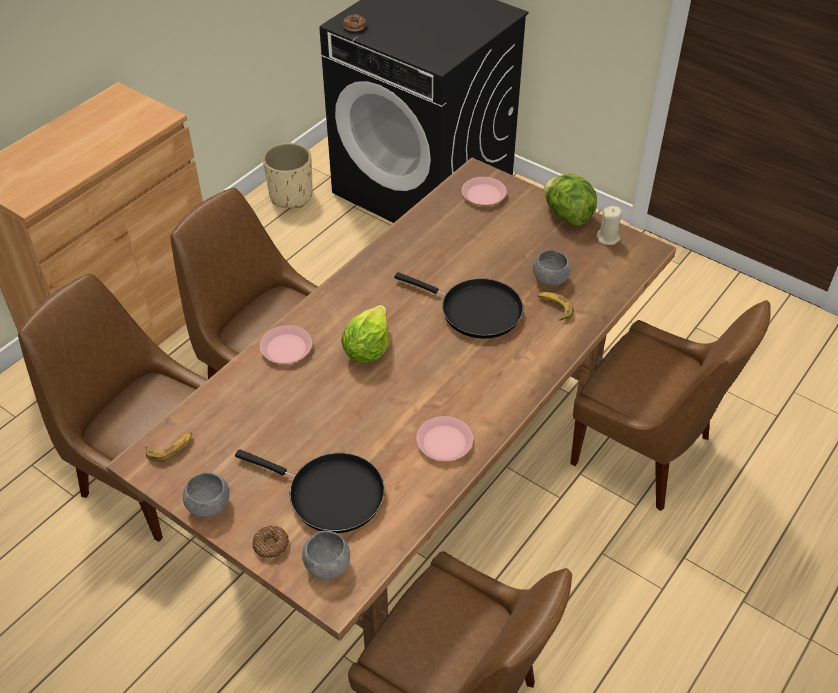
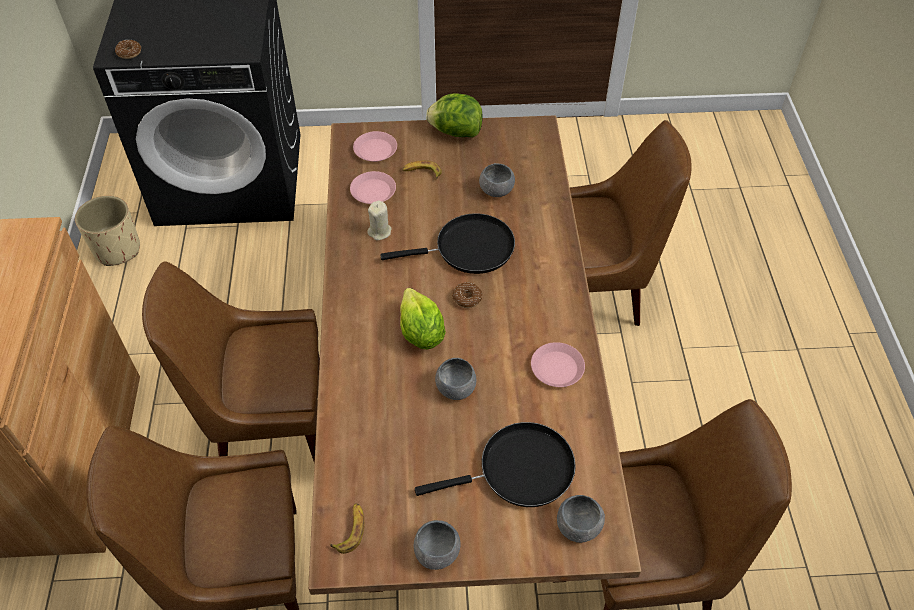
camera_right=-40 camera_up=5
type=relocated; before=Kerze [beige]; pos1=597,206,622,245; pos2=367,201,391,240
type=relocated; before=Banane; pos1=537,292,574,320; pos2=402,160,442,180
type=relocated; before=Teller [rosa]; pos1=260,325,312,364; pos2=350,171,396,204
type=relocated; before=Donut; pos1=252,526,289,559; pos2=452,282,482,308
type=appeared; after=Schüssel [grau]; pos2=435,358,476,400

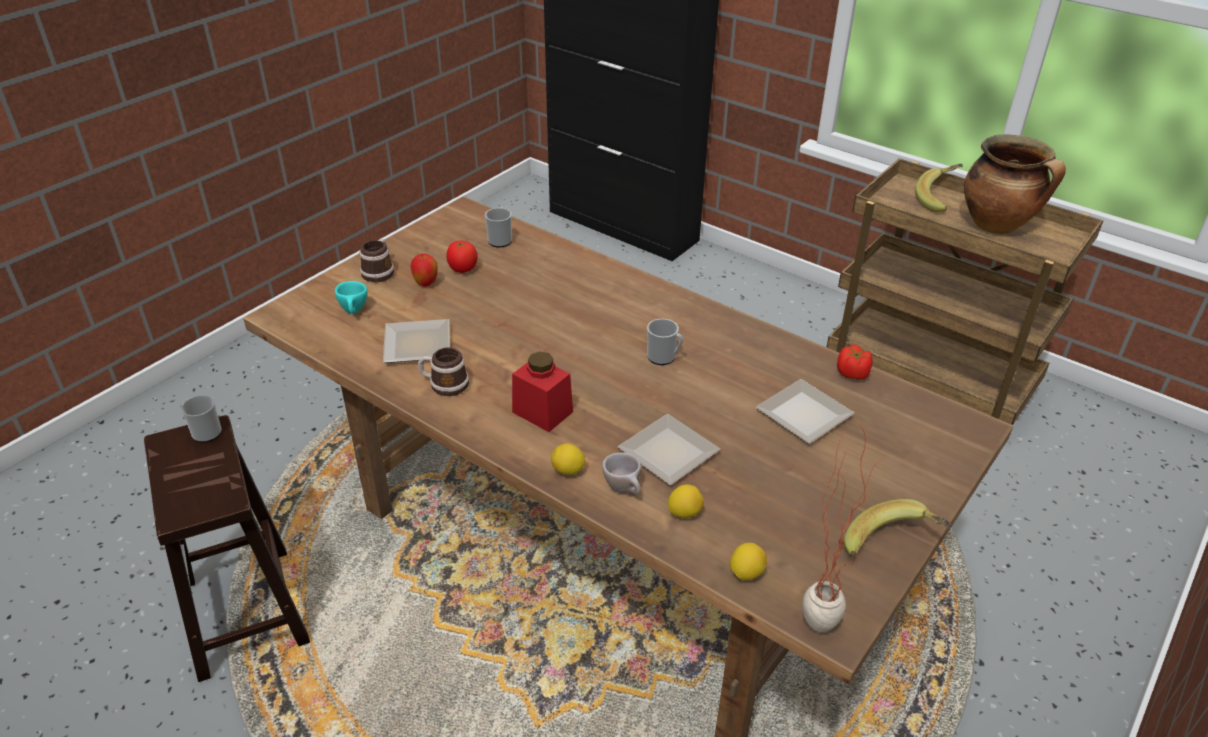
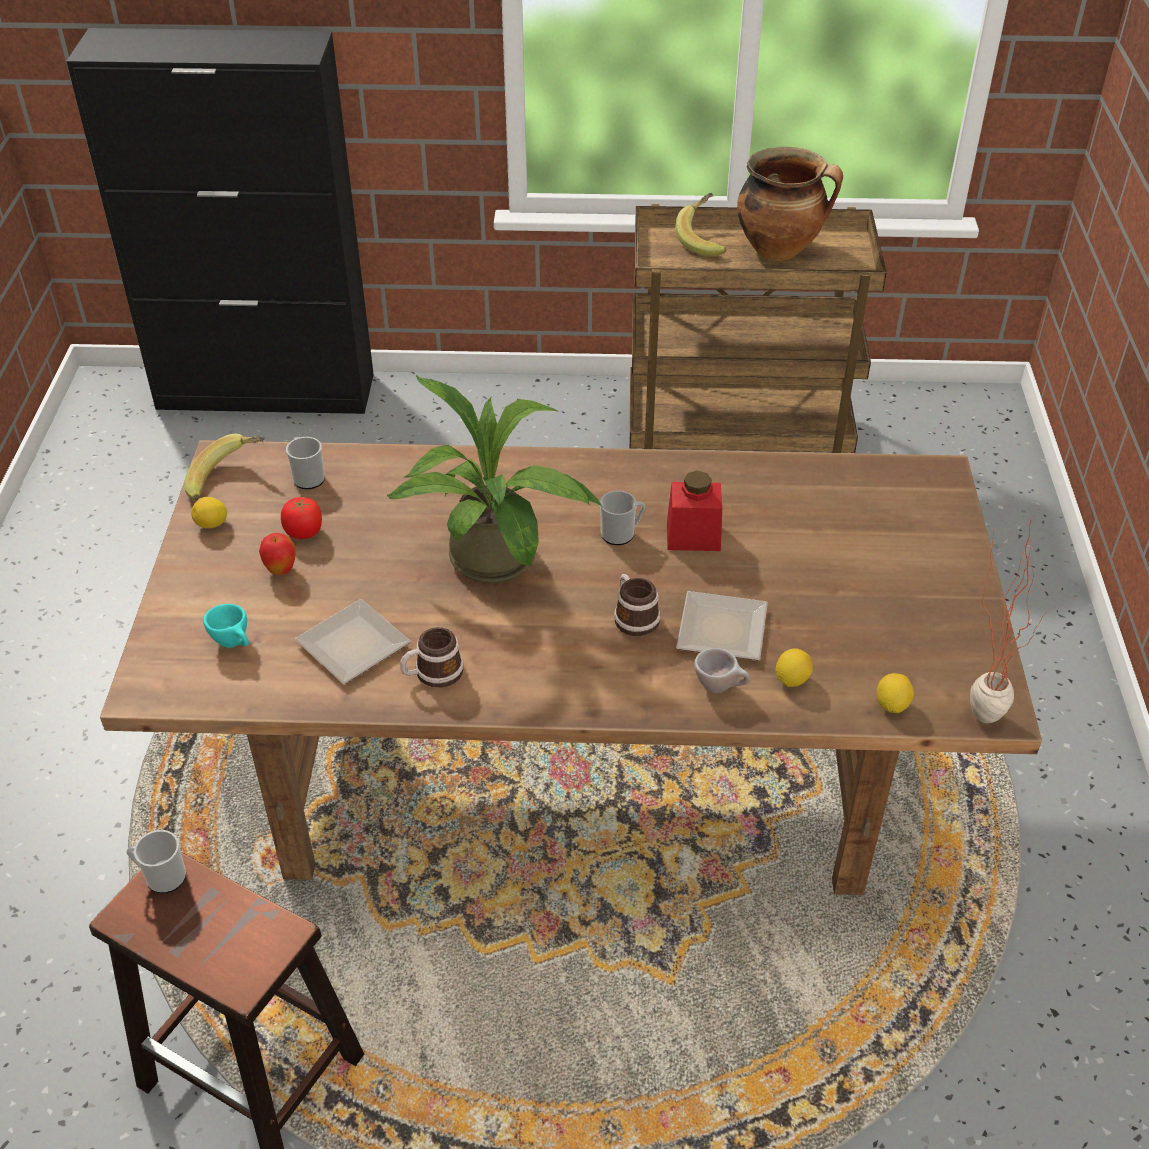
camera_right=-35 camera_up=5
type=relocated; before=Henkelbecher; pos1=360,239,394,282; pos2=614,574,660,636
type=missing; before=Tomate; pos1=837,345,873,380
type=relocated; before=Vorratsglas [rot]; pos1=512,351,573,432; pos2=667,471,722,551
type=missing; before=Teller; pos1=756,379,854,444
type=relocated; before=Zitrone; pos1=551,443,585,475; pos2=191,497,227,528
type=relocated; before=Banane; pos1=844,499,952,557; pos2=184,434,265,501
type=appeared; after=Topfpflanze; pos2=387,375,602,584

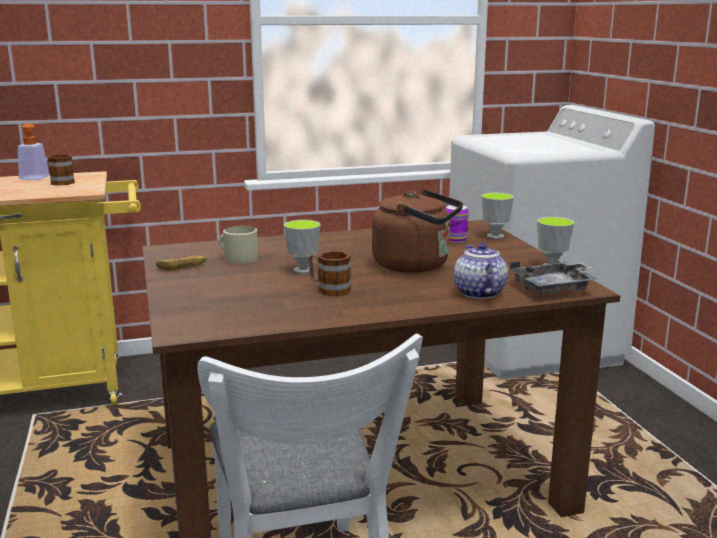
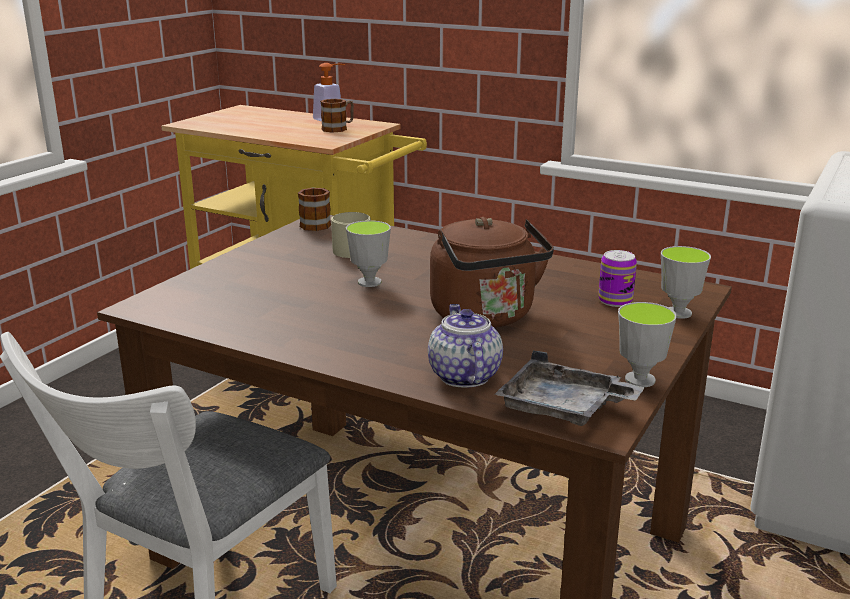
camera_right=45 camera_up=5
type=spun; before=Teekanne; pos1=454,243,508,299; pos2=428,304,503,388; turn=-45
type=relocated; before=Henkelbecher; pos1=309,251,351,296; pos2=298,187,331,231
type=missing; before=Banane; pos1=156,256,206,271

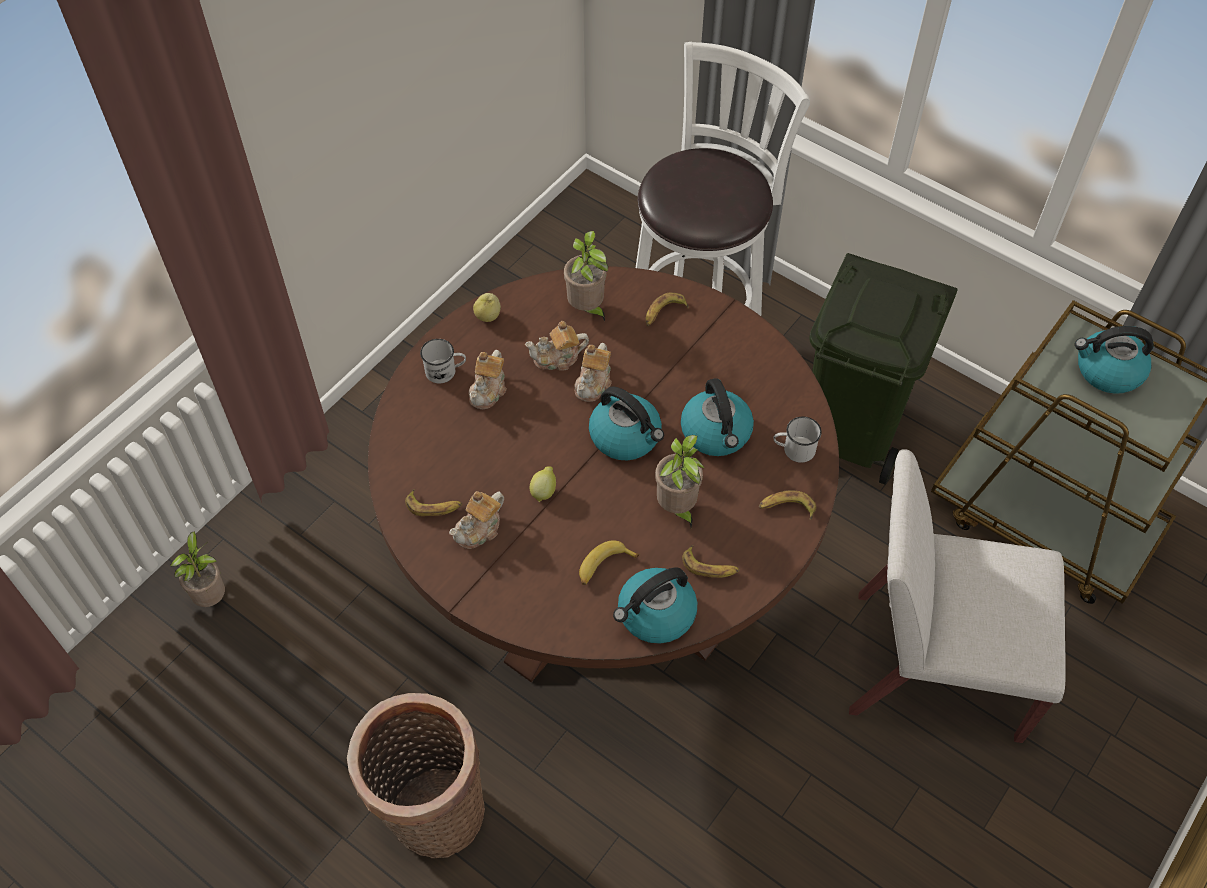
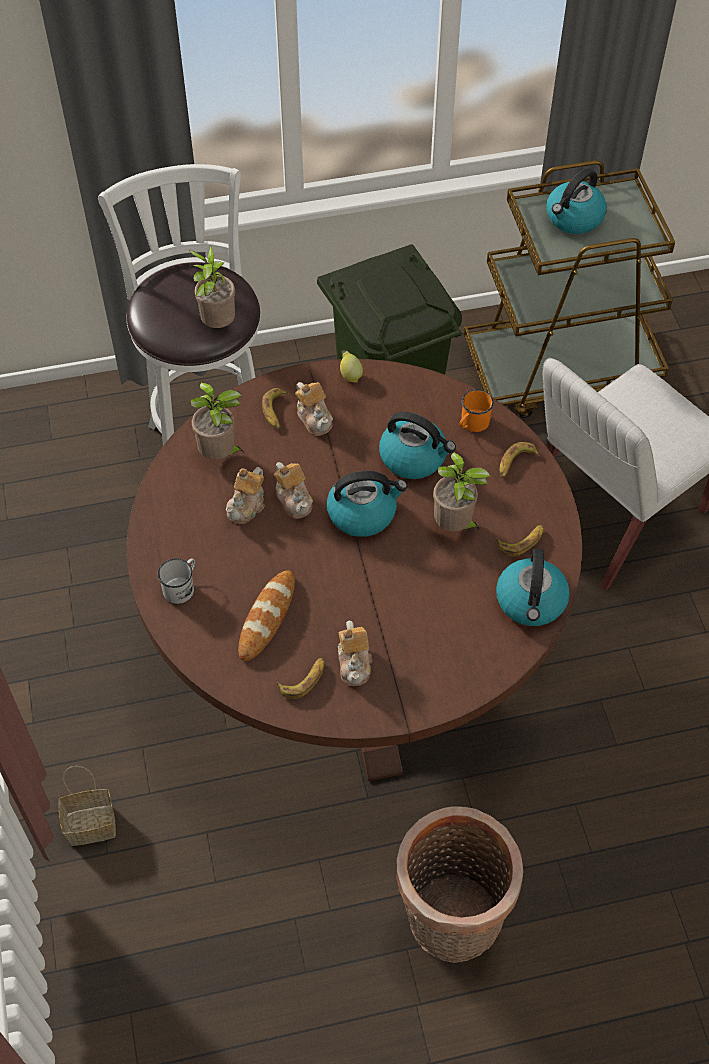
camera_right=-50 camera_up=0
type=missing; before=Apfel; pos1=473,293,501,322
type=relocated; before=Teekanne; pos1=468,350,507,409; pos2=295,382,333,436
type=colour; before=Henkelbecher [weiß]; after=Henkelbecher [orange]; pos1=774,416,822,463; pos2=459,389,494,432
type=relocated; before=Zitrone; pos1=530,466,556,502; pos2=340,351,363,383
type=relocated; before=Topfpflanze; pos1=170,531,225,607; pos2=189,245,235,328
type=missing; before=Banane; pos1=579,540,639,585
type=appeared; after=Brot; pos2=238,570,295,661
type=appeared; after=Korb; pos2=59,766,116,846

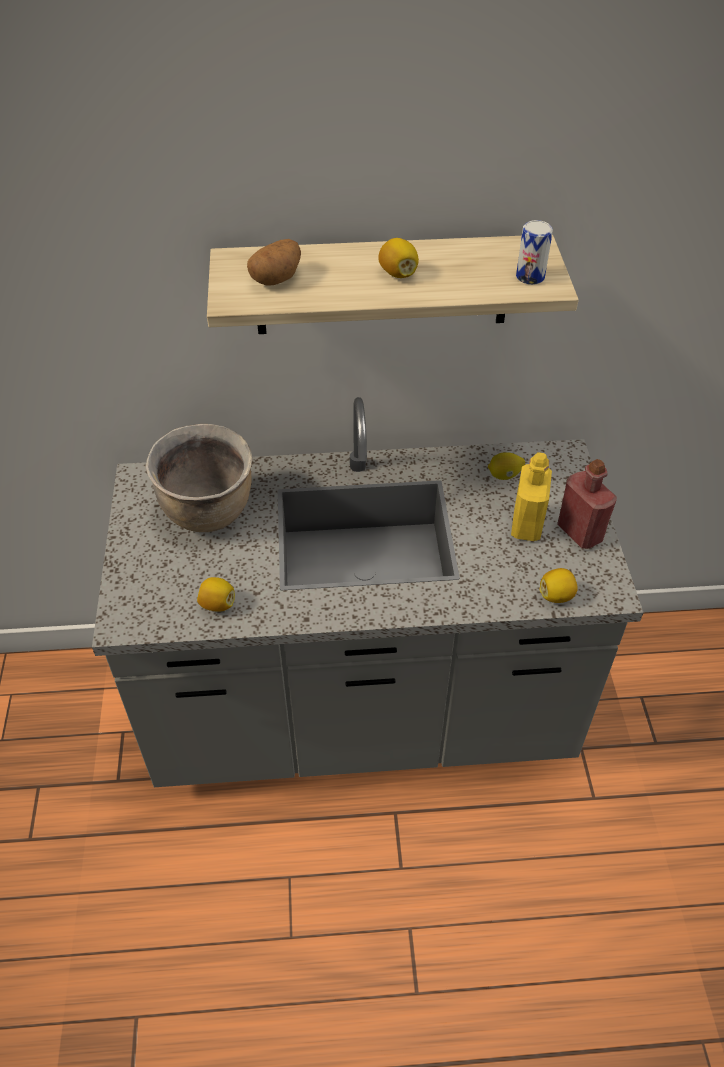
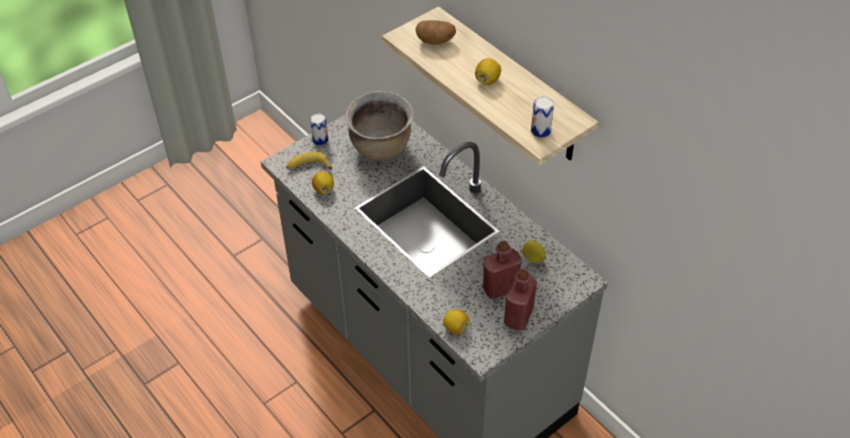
camera_right=55 camera_up=0
type=colour; before=Flasche [gelb]; after=Flasche [rot]; pos1=511,452,552,541; pos2=483,241,522,299
type=appeared; after=Dose; pos2=310,114,328,145
type=appeared; after=Banane; pos2=286,152,332,169

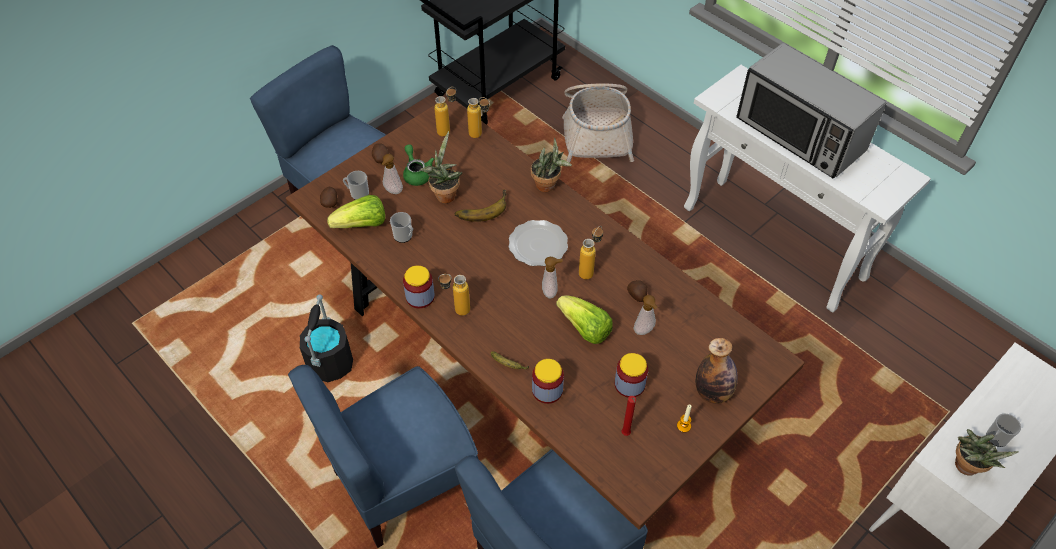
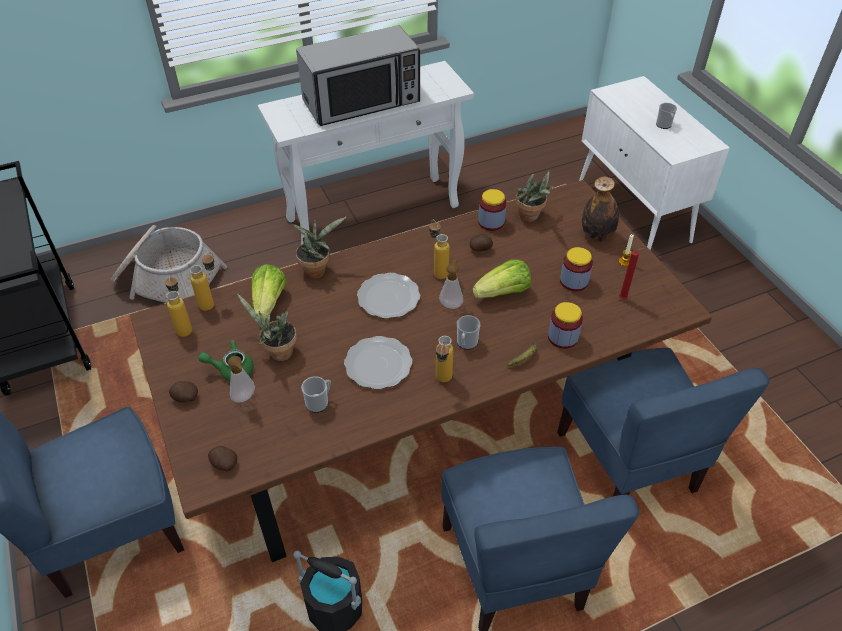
camera_right=-70 camera_up=-5
type=relocated; before=Henkelbecher; pos1=343,171,369,200; pos2=457,315,480,350
type=missing; before=Banane; pos1=455,189,507,222
type=relocated; before=Salatkopf; pos1=327,195,385,228; pos2=252,264,287,321
type=relocated; before=Vorratsglas; pos1=403,265,435,308; pos2=478,189,507,231
type=missing; before=Seifenspender; pos1=633,295,658,335
type=relocated; before=Topfpflanze; pos1=955,429,1019,476; pos2=516,170,554,222
type=appeared; after=Teller; pos2=344,336,413,389

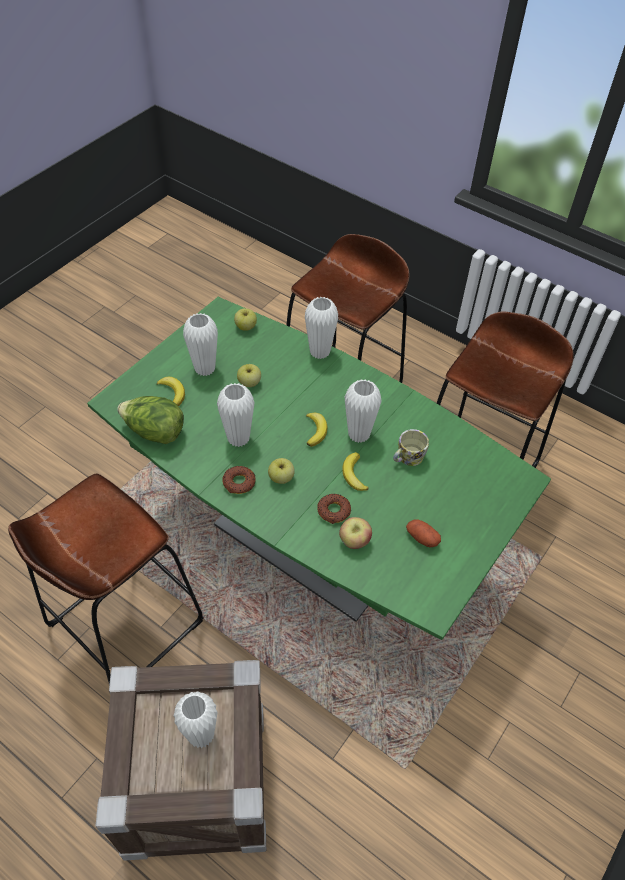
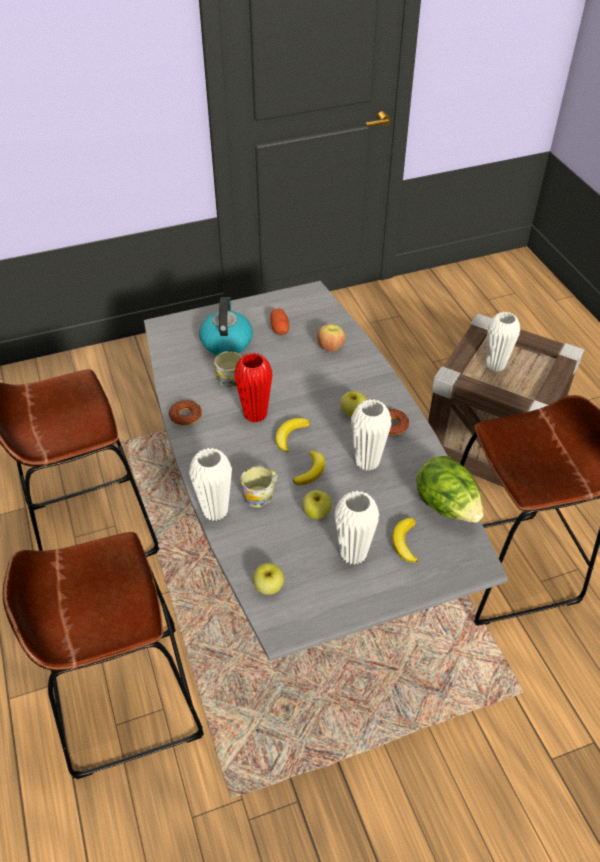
camera_right=-145 camera_up=-5
type=colour; before=Esstisch [grün]; after=Esstisch [grau]; pos1=87,297,551,640; pos2=144,281,508,661
type=colour; before=Vase [weiß]; after=Vase [rot]; pos1=345,379,382,443; pos2=234,353,272,423
type=relocated; before=Banane; pos1=342,452,369,491; pos2=293,451,325,485
type=relocated; before=Donut; pos1=317,494,351,524; pos2=169,400,202,426
type=appeared; after=Wasserkessel; pos2=199,297,253,355
type=appeared; after=Henkelbecher; pos2=241,466,278,508

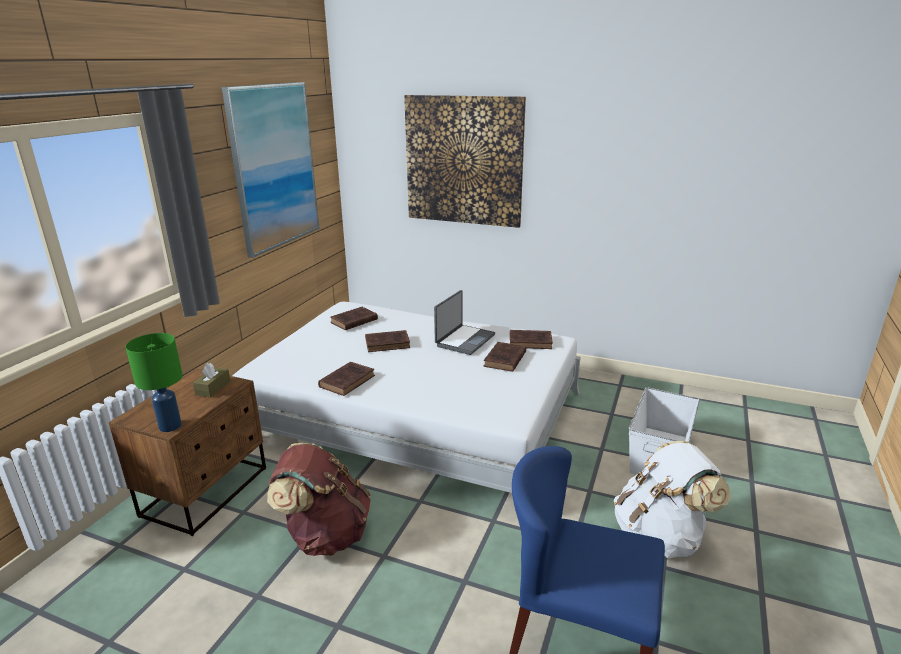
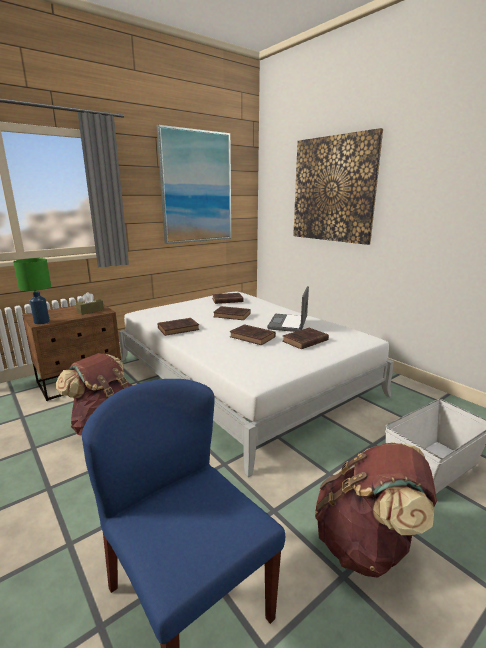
camera_right=30 camera_up=-5
type=spun; before=Laptop; pos1=434,290,495,355; pos2=267,286,309,332; turn=135
type=relocated; before=Buch [braun]; pos1=510,330,553,349; pos2=230,324,276,345
type=colour; before=Rucksack [weiß]; after=Rucksack [braun]; pos1=614,441,731,559; pos2=315,442,437,578

